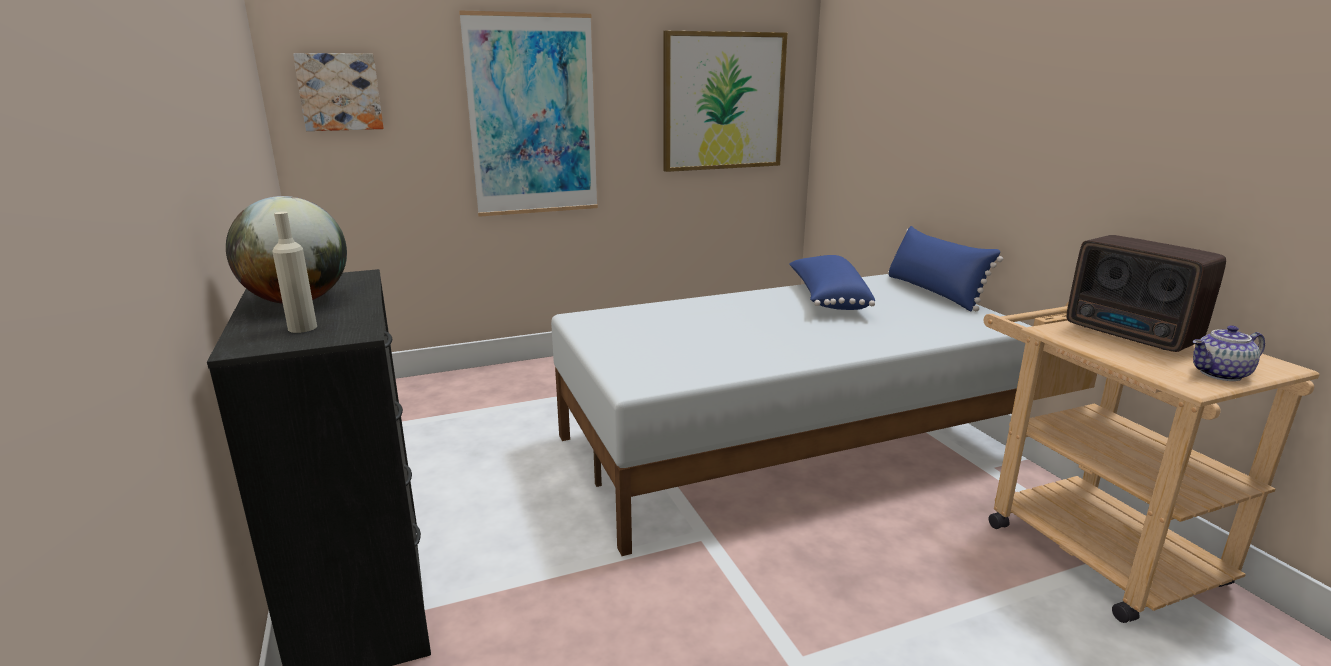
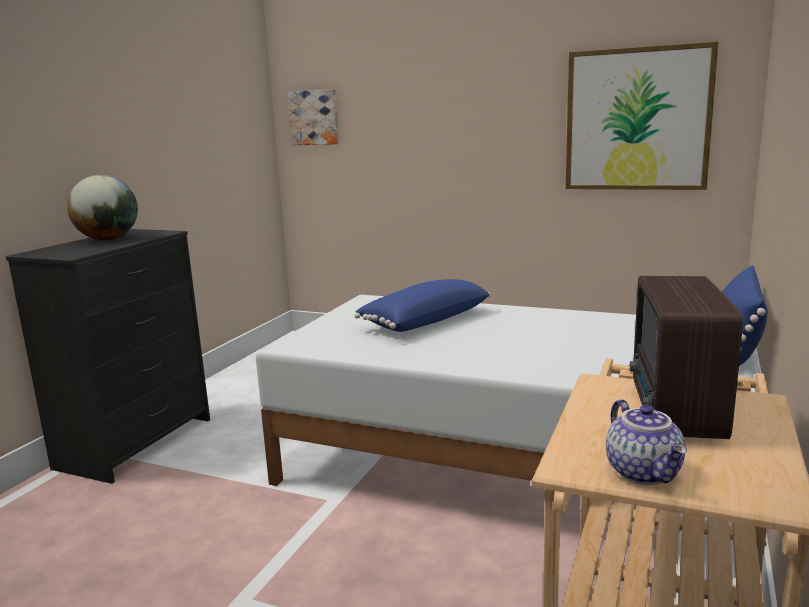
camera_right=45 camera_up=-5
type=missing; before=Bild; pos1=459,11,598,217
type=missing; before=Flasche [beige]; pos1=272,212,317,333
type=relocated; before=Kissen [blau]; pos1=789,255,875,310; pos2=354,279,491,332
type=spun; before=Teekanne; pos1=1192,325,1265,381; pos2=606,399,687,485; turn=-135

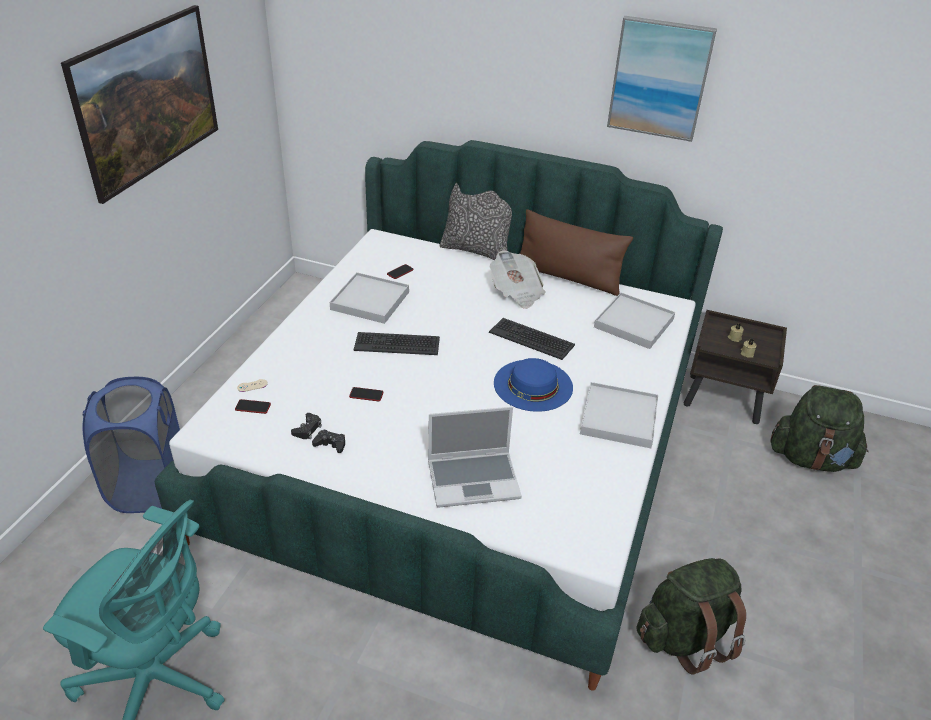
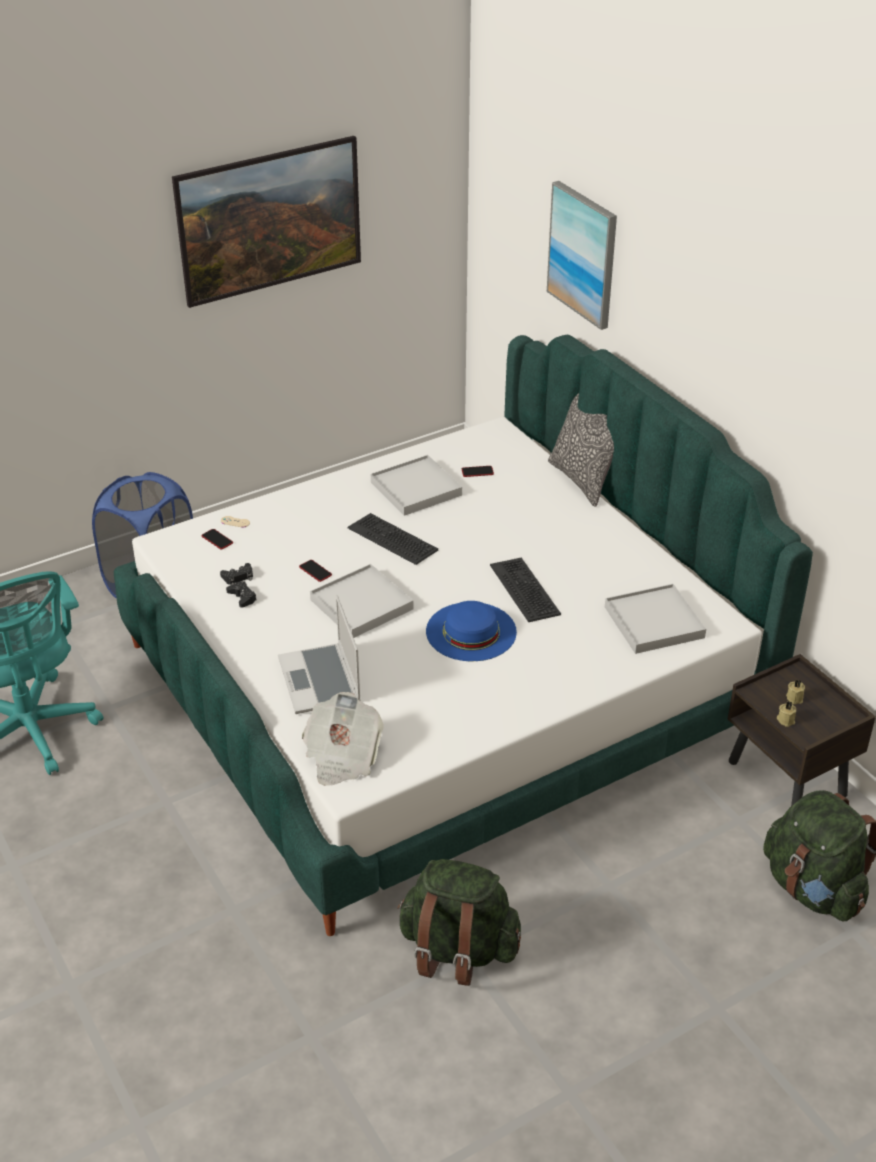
camera_right=40 camera_up=0
type=relocated; before=Bild; pos1=607,16,717,142; pos2=547,181,617,330
type=missing; before=Kissen [braun]; pos1=520,209,633,296
type=relocated; before=Zeitung; pos1=490,250,546,309; pos2=302,692,384,786
type=relocated; before=Tablett [weiß]; pos1=580,382,658,448; pos2=310,564,414,638
type=spun; before=Laptop; pos1=428,407,522,508; pos2=278,595,361,714; turn=45

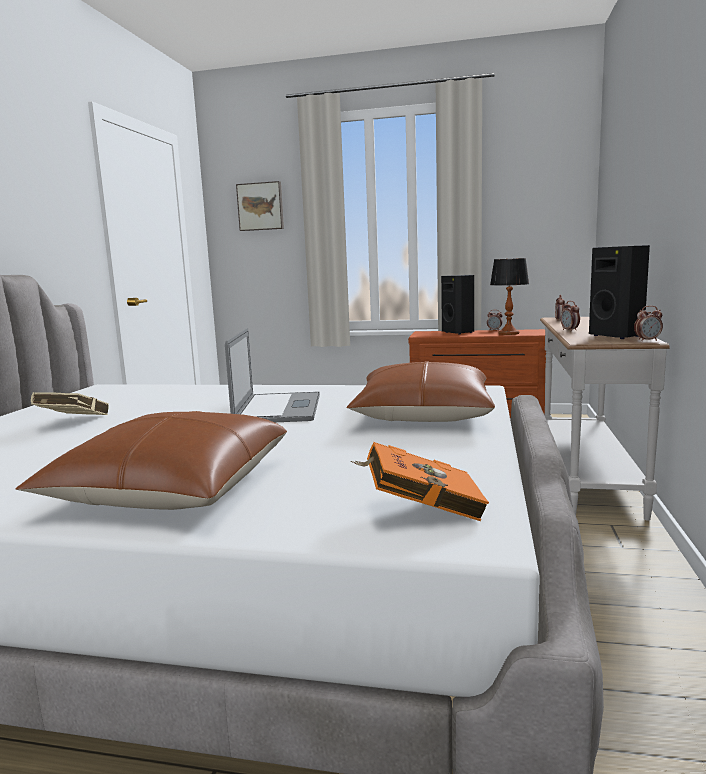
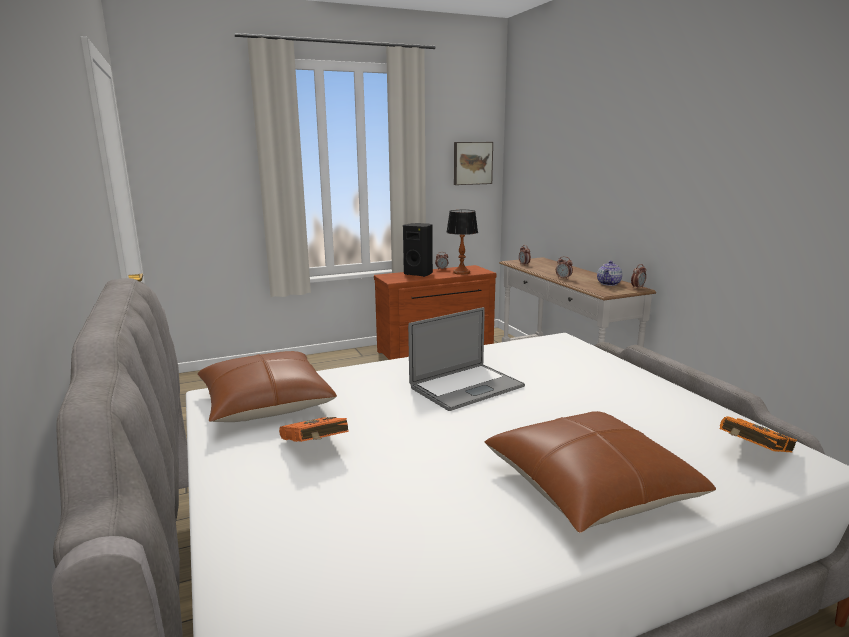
camera_right=-35 camera_up=5
type=relocated; before=Bild; pos1=236,181,284,231; pos2=454,142,493,185
type=exchanged; before=Lautsprecher [schwarz]; after=Teekanne; pos1=589,245,650,339; pos2=597,261,623,286
type=spun; before=Laptop; pos1=225,328,320,422; pos2=408,307,525,411; turn=90
type=relocated; before=Kissen [braun]; pos1=347,361,495,422; pos2=197,351,337,422
type=colour; before=Buch [beige]; after=Buch [orange]; pos1=31,392,109,415; pos2=279,417,349,442

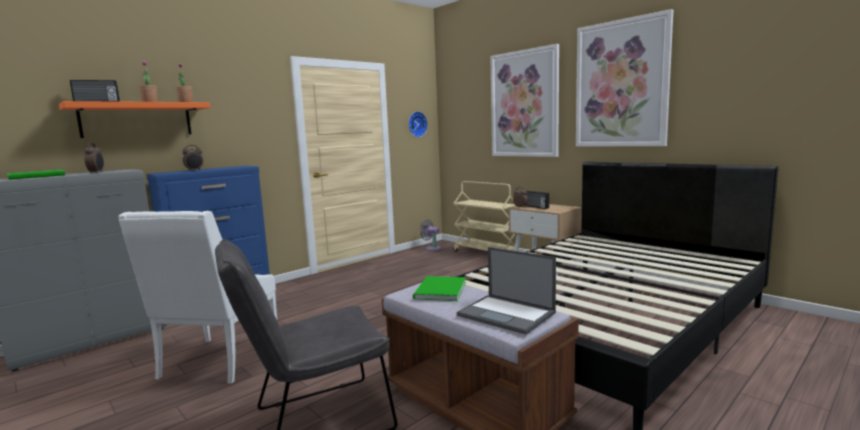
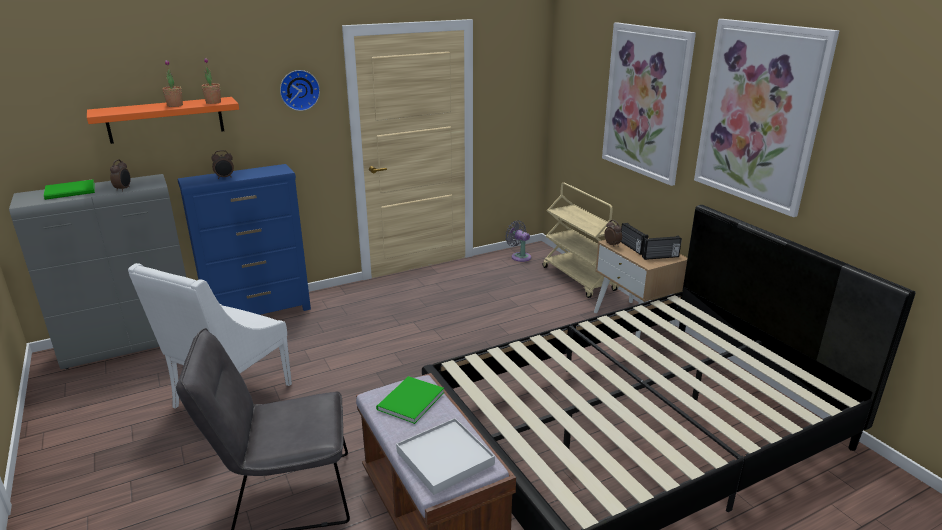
camera_right=15 camera_up=15
type=relocated; before=Radio; pos1=70,80,120,102; pos2=642,236,682,260
type=relocated; before=Wanduhr; pos1=408,112,428,137; pos2=280,70,320,111
type=exchanged; before=Laptop; after=Tablett [weiß]; pos1=457,247,556,335; pos2=396,418,495,495

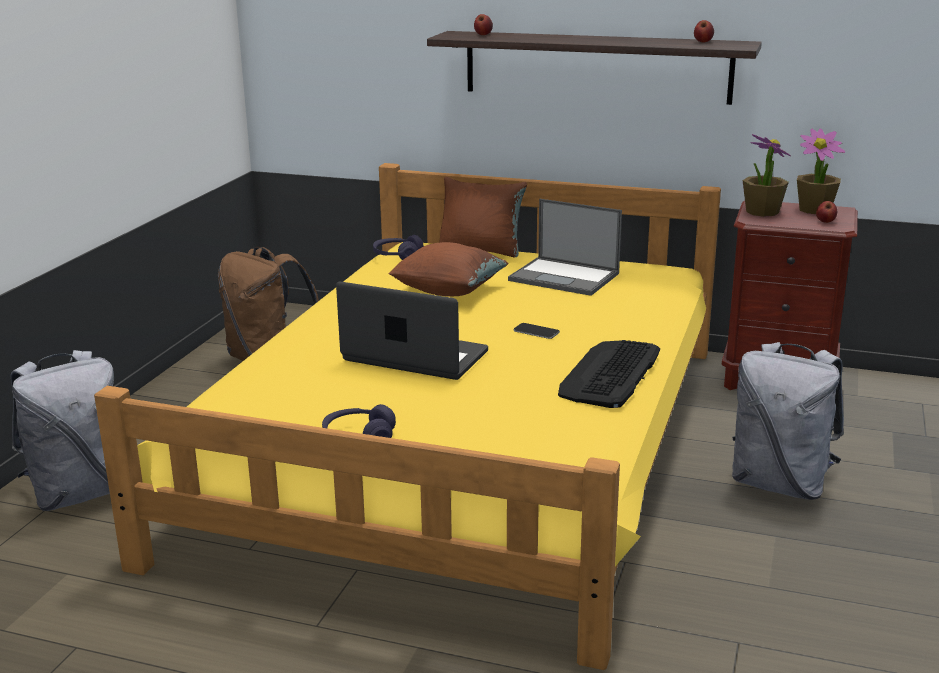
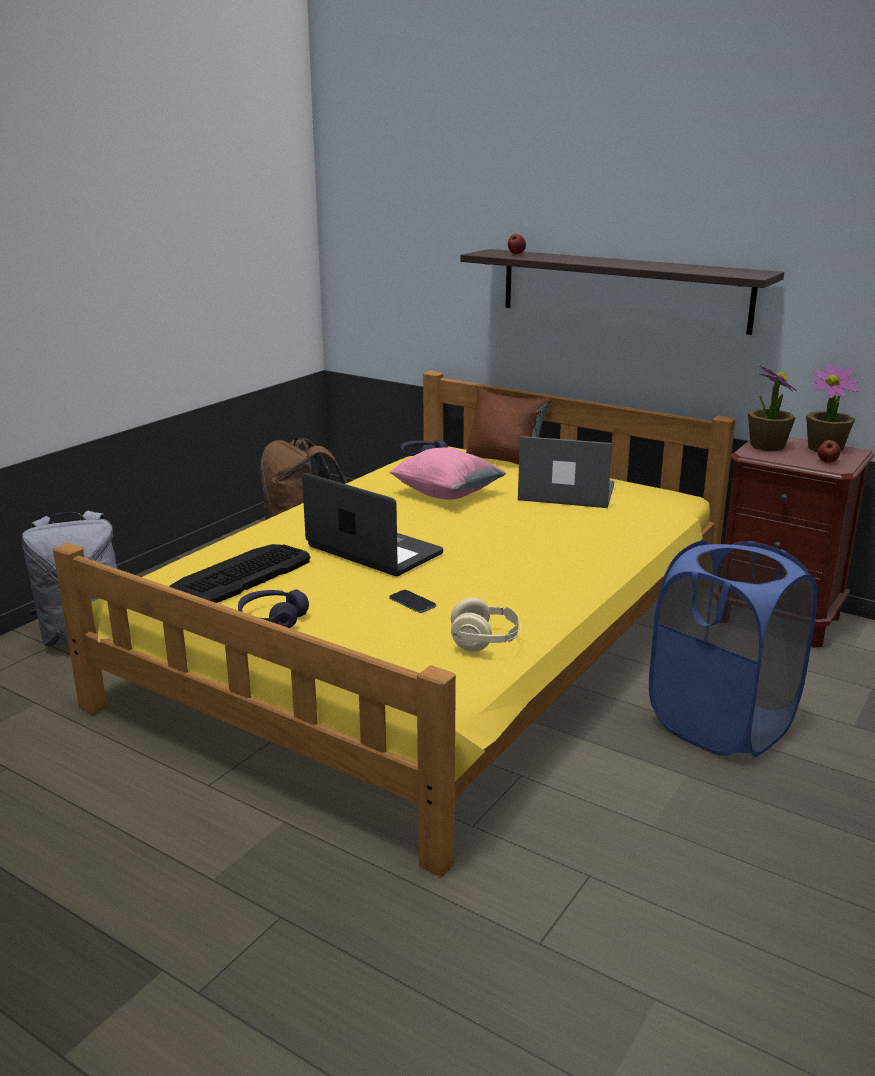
camera_right=15 camera_up=0
type=missing; before=Apfel; pos1=694,20,714,42
type=spun; before=Laptop; pos1=508,199,622,296; pos2=518,436,614,508; turn=150
type=colour; before=Kissen [braun]; after=Kissen [rosa]; pos1=388,242,509,296; pos2=389,448,507,500
type=relocated; before=Handy; pos1=513,323,560,339; pos2=389,590,437,613
type=relocated; before=Tastatur; pos1=558,340,660,408; pos2=169,544,311,603
type=exchanged; before=Rucksack [grau]; after=Wäschekorb [blau]; pos1=732,342,844,500; pos2=649,541,817,757
type=appeared; after=Kopfhörer [beige]; pos2=451,597,522,652

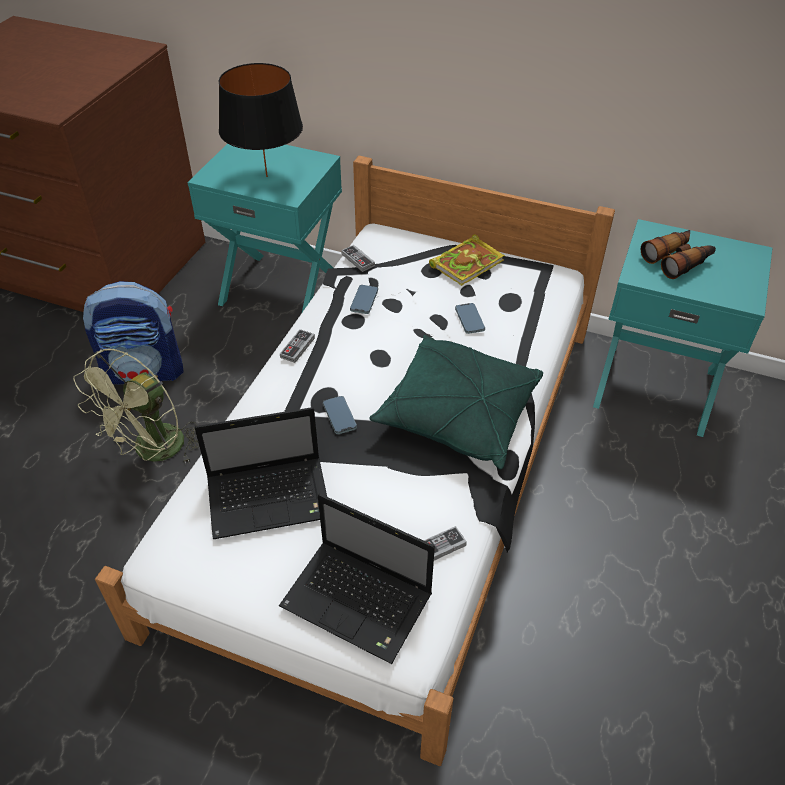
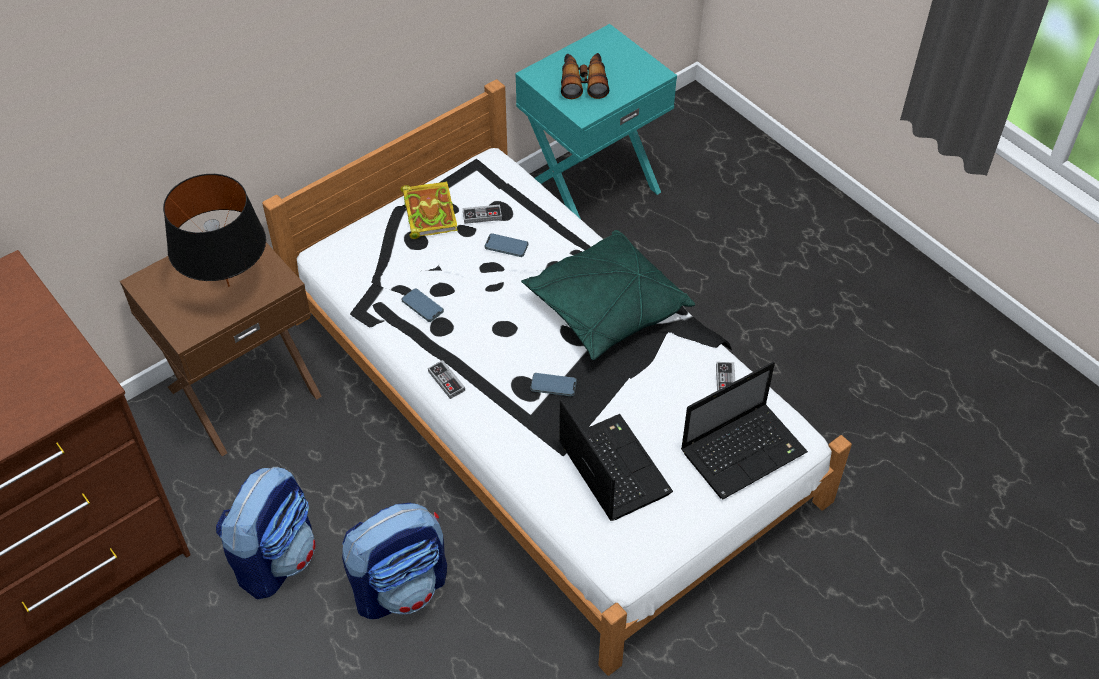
camera_right=-60 camera_up=5
type=colour; before=Nachttisch [türkis]; after=Nachttisch [braun]; pos1=188,144,342,312; pos2=120,223,322,456
type=relocated; before=Gamepad; pos1=341,245,375,272; pos2=463,205,502,224
type=exchanged; before=Ventilator [grün]; after=Rucksack; pos1=73,348,199,464; pos2=342,503,447,619
type=spun; before=Laptop; pos1=195,407,327,539; pos2=559,399,673,521; turn=-45

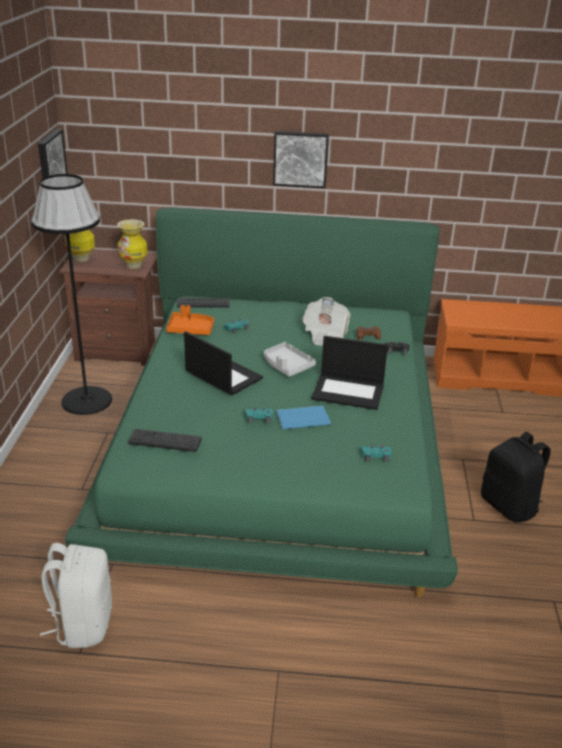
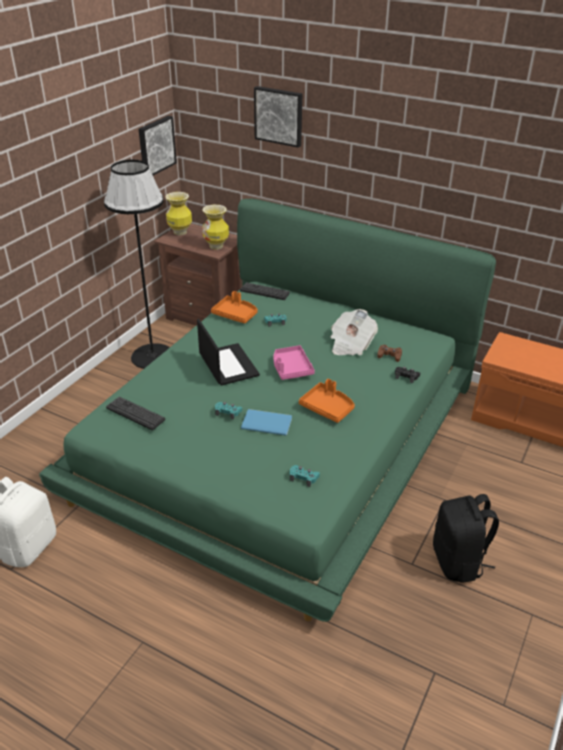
camera_right=25 camera_up=5
type=relocated; before=Bild; pos1=273,131,329,189; pos2=254,86,302,148
type=exchanged; before=Laptop; after=Tablett [orange]; pos1=312,336,388,410; pos2=299,379,355,423
type=colour; before=Tablett [grau]; after=Tablett [rosa]; pos1=264,342,316,377; pos2=274,345,315,380

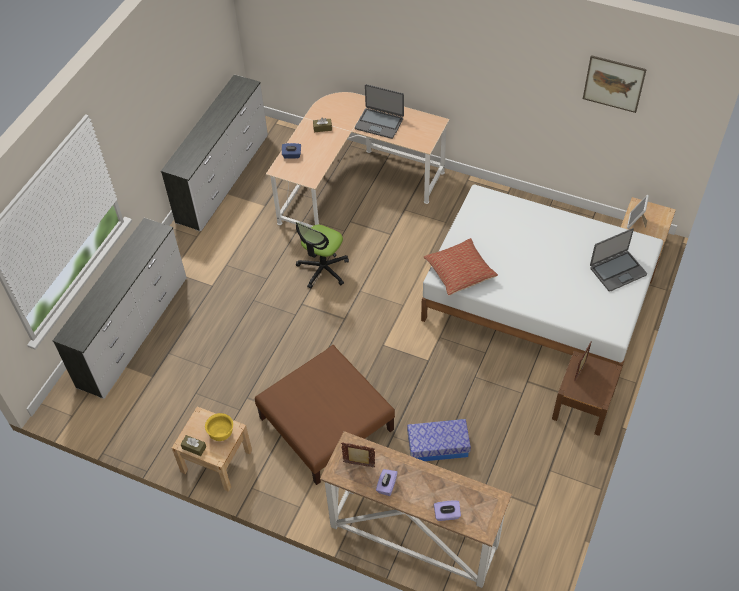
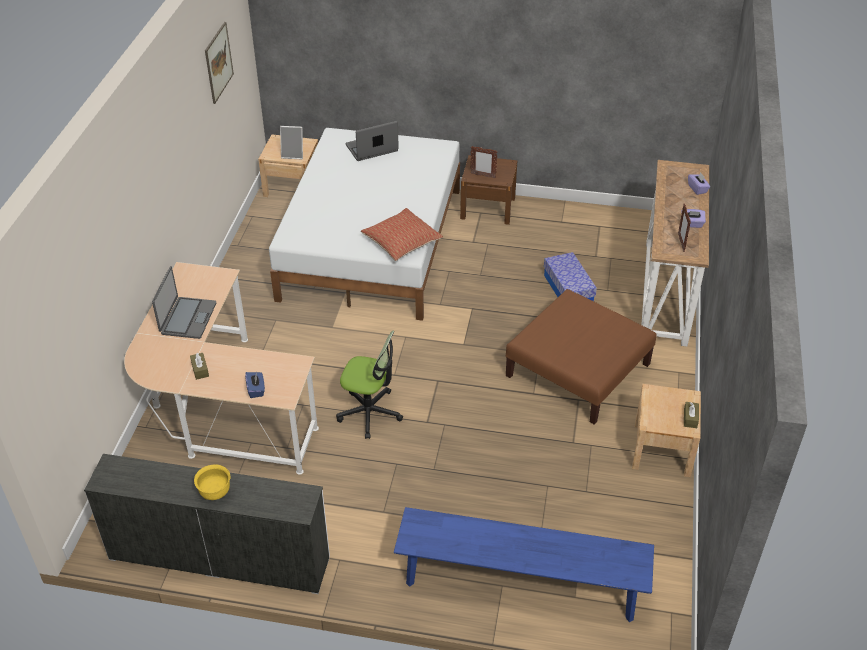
camera_right=-105 camera_up=-10
type=exchanged; before=Kommode [weiß]; after=Bank [blau]; pos1=53,218,187,399; pos2=394,507,654,622
type=spun; before=Laptop; pos1=590,228,647,292; pos2=346,121,399,161; turn=-75
type=relocated; before=Schüssel [gelb]; pos1=205,413,233,441; pos2=194,465,230,500

